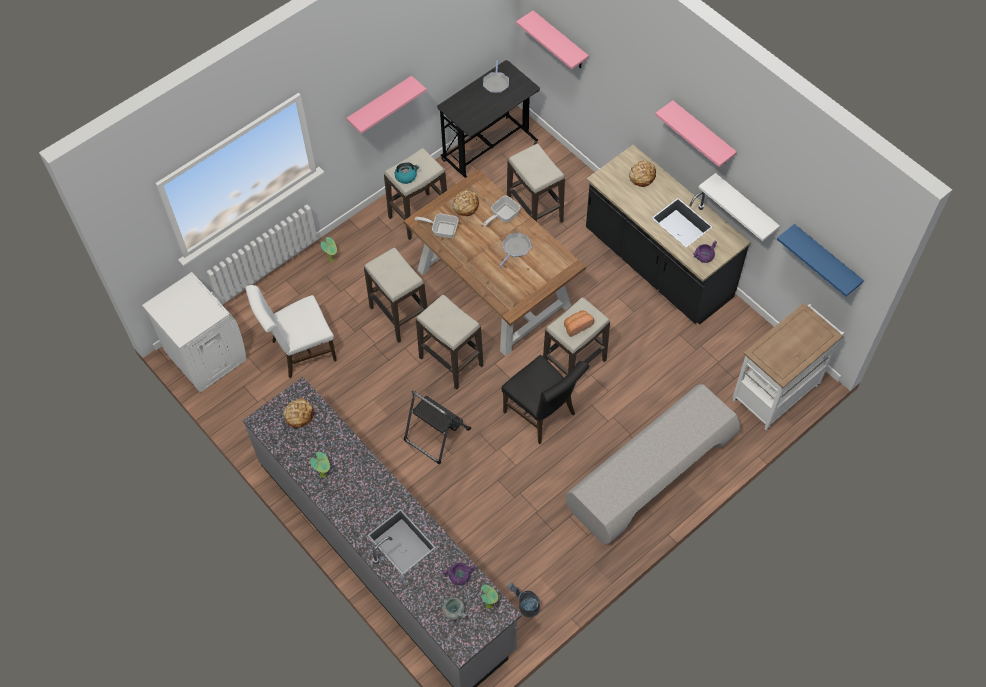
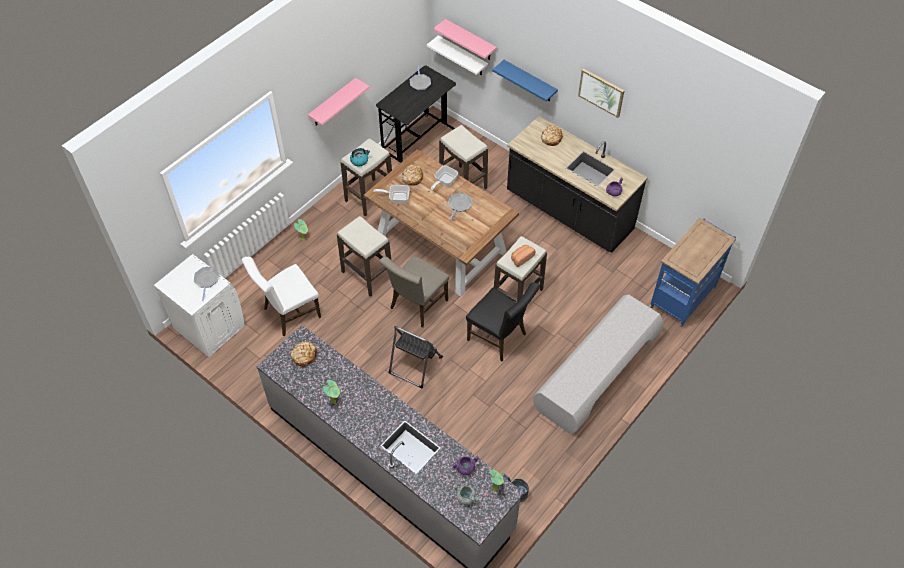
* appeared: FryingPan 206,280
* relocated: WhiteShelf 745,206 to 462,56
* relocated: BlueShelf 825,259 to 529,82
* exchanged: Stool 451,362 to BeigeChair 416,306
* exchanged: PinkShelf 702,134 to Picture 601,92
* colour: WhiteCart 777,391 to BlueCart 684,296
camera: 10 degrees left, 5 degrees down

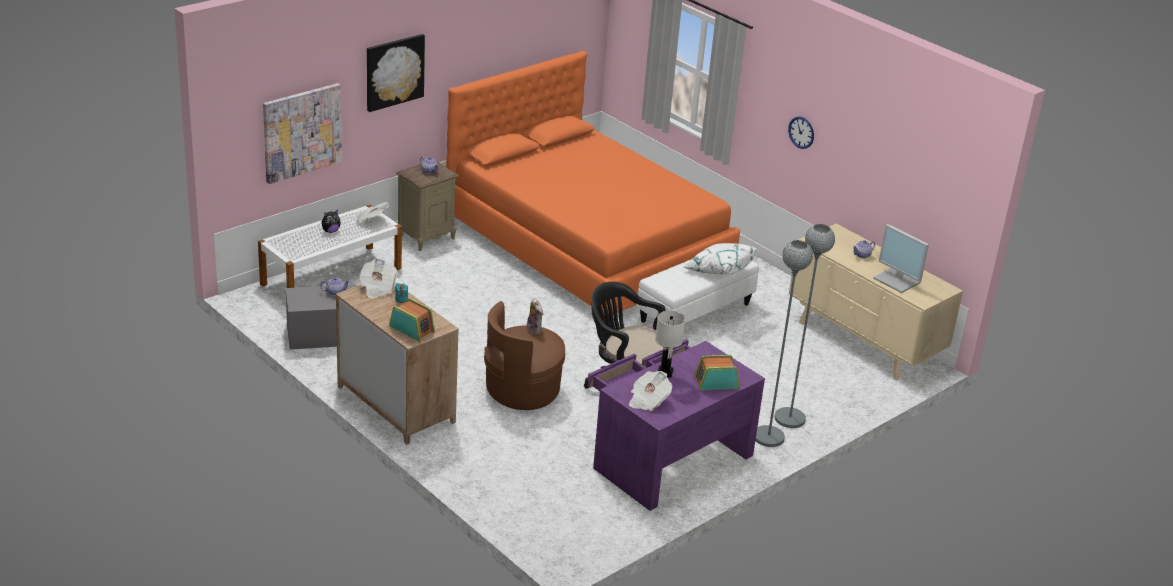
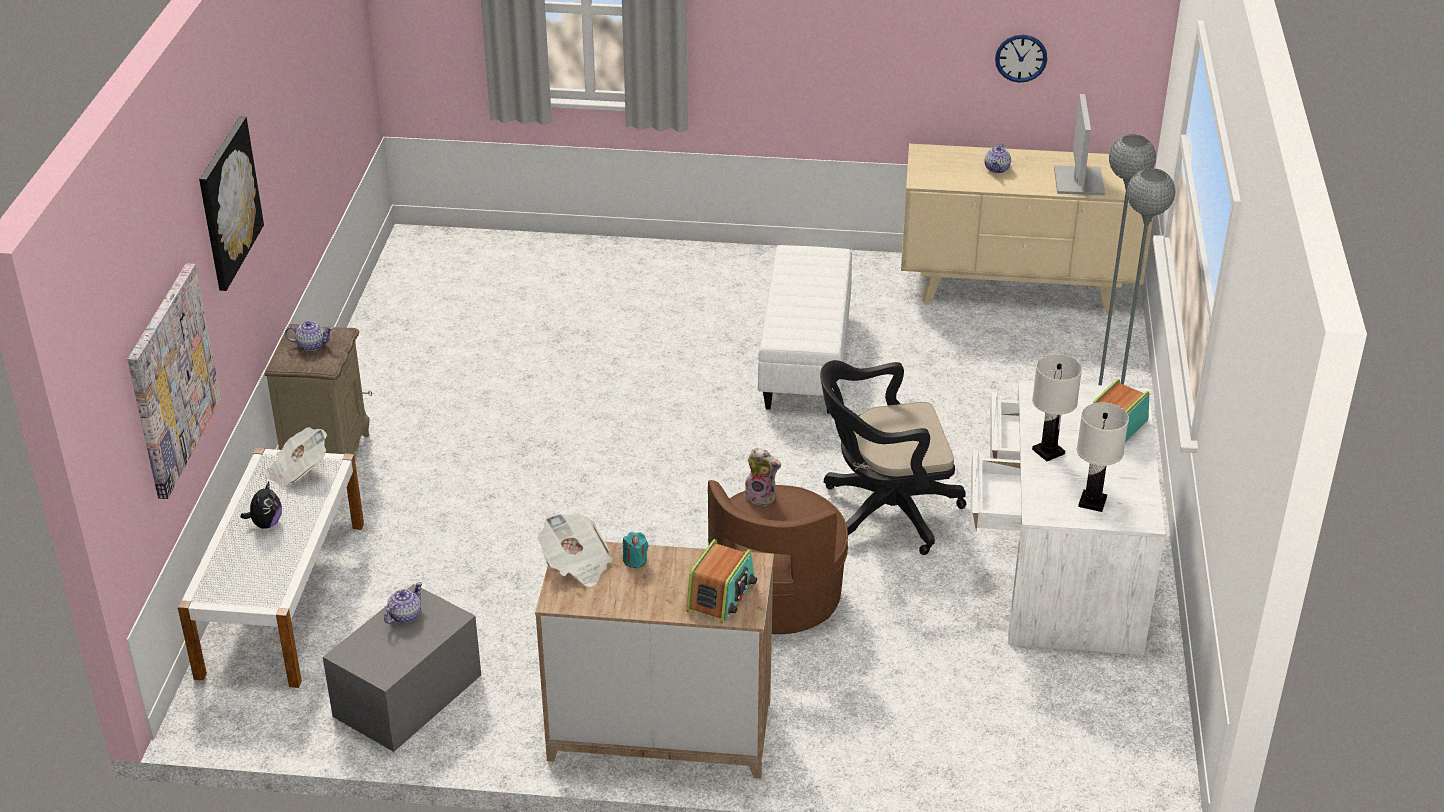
* missing: OrangeBed 586,245
* missing: WhitePillow 719,270
* relocated: WallClock 801,132 to 1021,58
* exchanged: Newspaper 648,400 to WhiteTableLamp 1092,502
* colour: PurpleDesk 666,458 to WhiteDesk 1057,572
* spun: Radio 412,329 = 721,595 120 degrees clockwise
* spun: Monitor 897,280 = 1077,180 90 degrees counterclockwise
camera: 40 degrees left, 5 degrees up

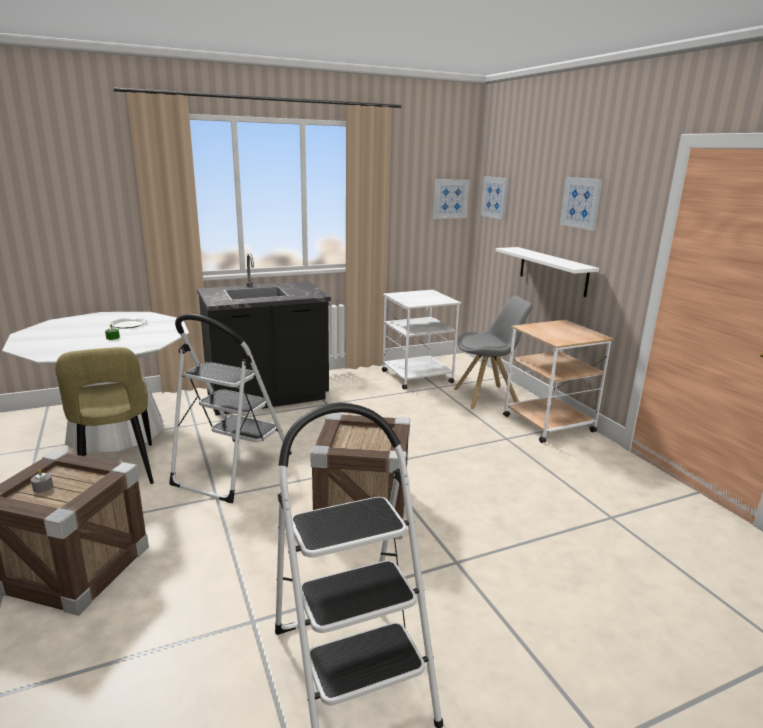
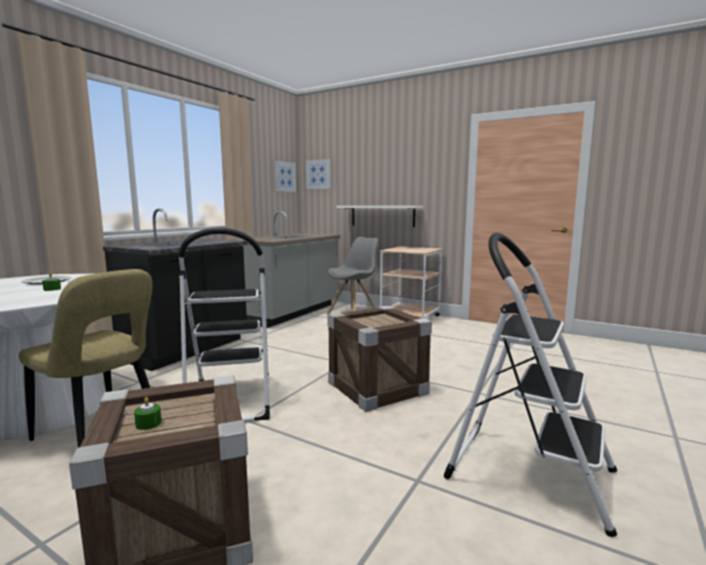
* missing: Picture 581,203
* exchanged: WhiteCart 418,376 to GreyCounter 291,313
* colour: GreyCandle 43,487 to GreenCandle 148,423
camera: 35 degrees left, 10 degrees down

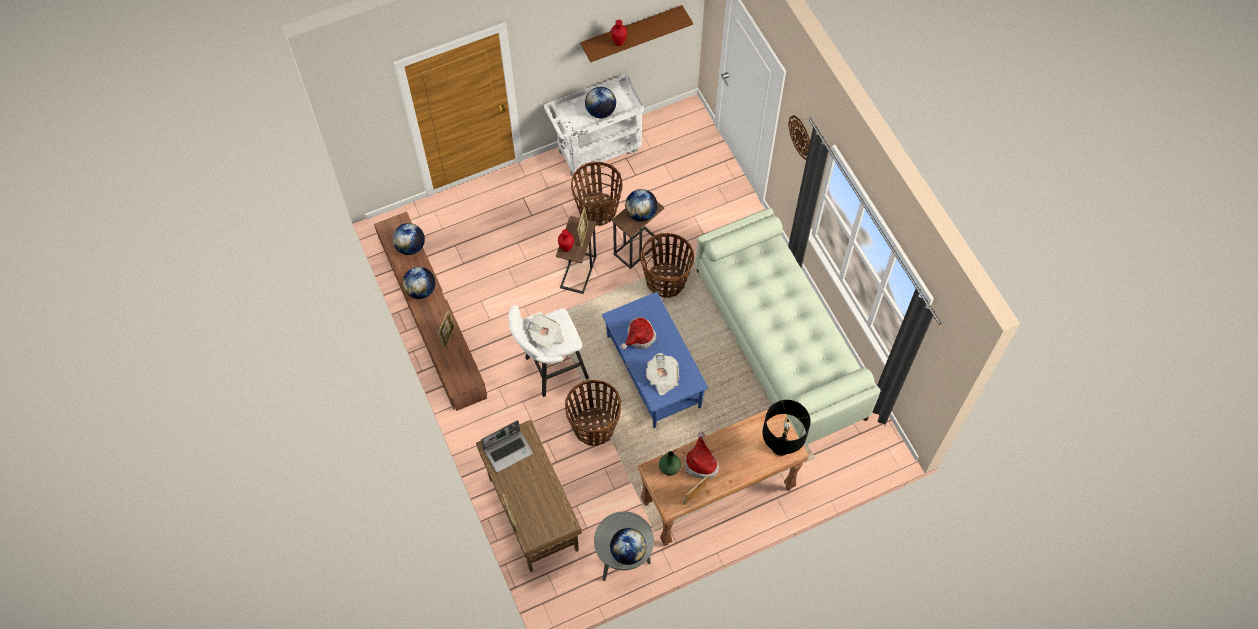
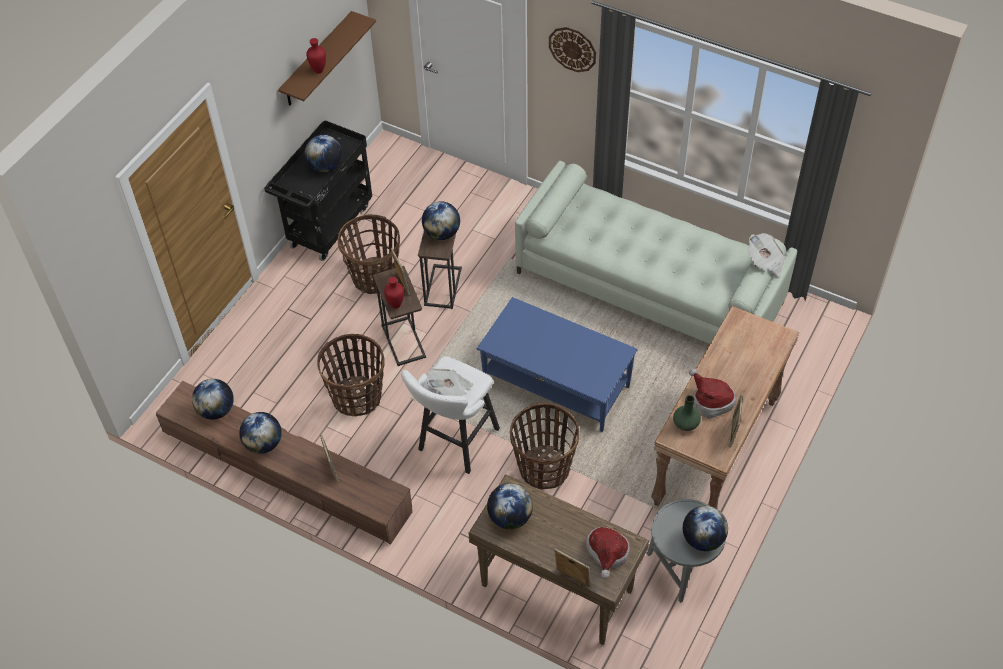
* missing: BlackTableLamp 780,447
* relocated: Hat 639,337 to 607,554
* relocated: Basket 666,281 to 357,397
* relocated: Newspaper 662,378 to 765,262
* exchanged: Laptop 508,451 to Globe 510,517
* colour: WhiteCart 595,153 to BlackCart 328,230
camera: 35 degrees left, 10 degrees down

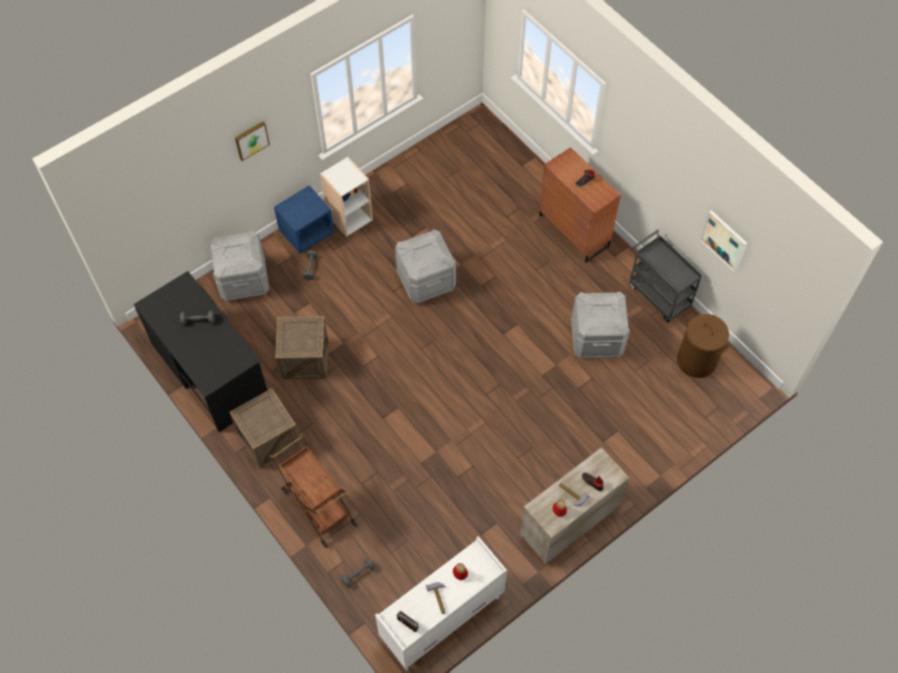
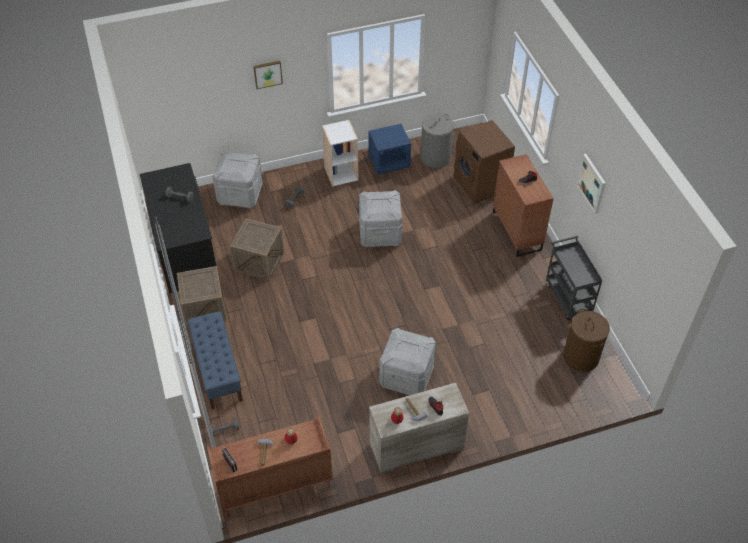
* appeared: GreyLaundryBasket 435,157
* appeared: BrownWashingMachine 479,183
* relocated: BlueNightstand 307,232 to 389,162
* relocated: GreyStorageBox 597,338 to 407,376
* relocated: Picture 724,240 to 591,183
* exchanged: BrownCart 318,507 to BlueBench 218,370
* colour: WhiteCabinet 441,620 to BrownCabinet 274,488
camera: 20 degrees right, 10 degrees down

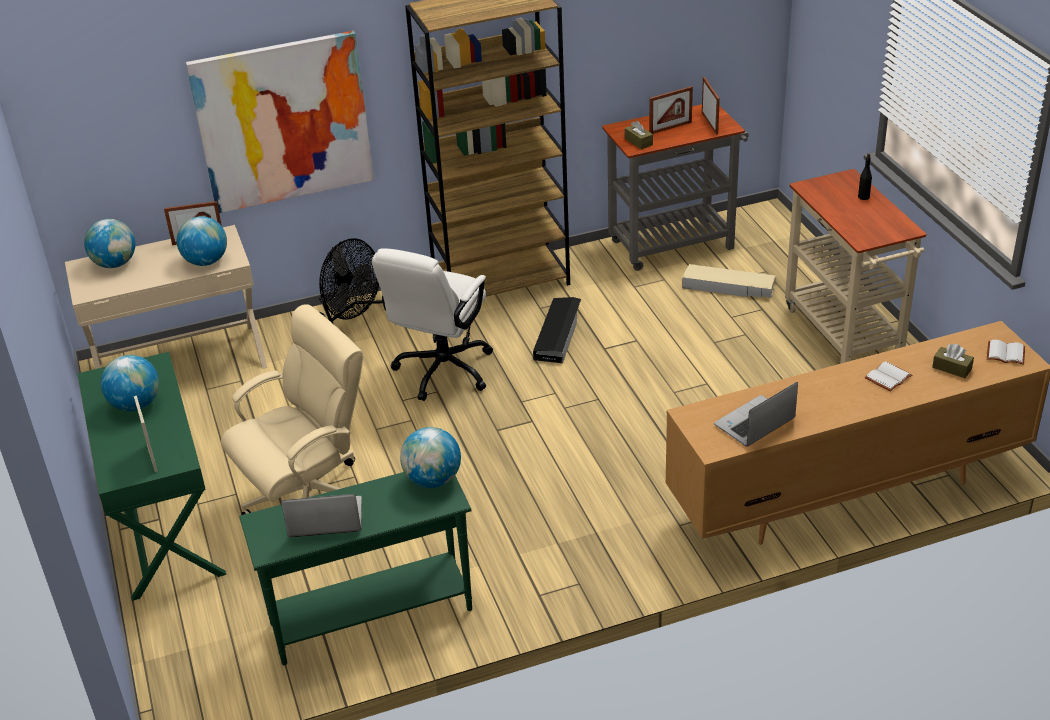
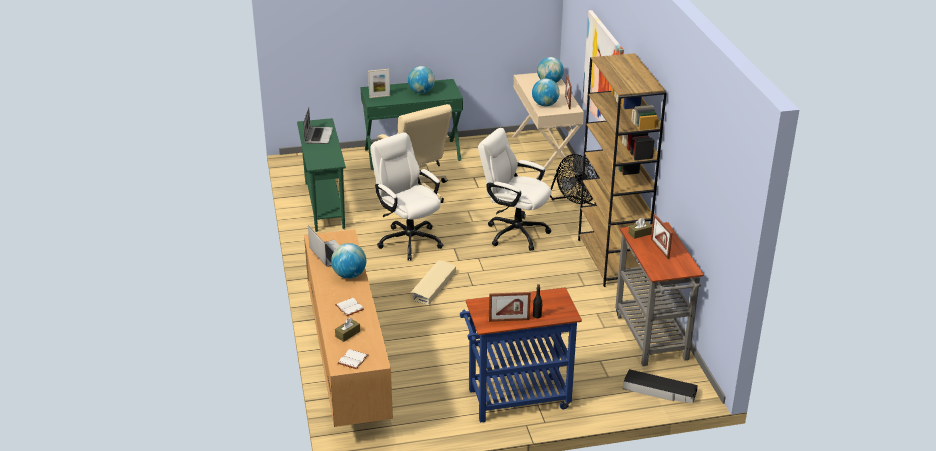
* appeared: WhiteOfficeChair 408,240
* relocated: Globe 433,480 to 349,275
* relocated: BlackStorageBox 558,334 to 659,391
* relocated: BeigeStorageBox 729,286 to 433,286
* relocated: PictureFrame 709,123 to 509,320
* colour: BeigeCart 844,334 to BlueCart 517,399
camera: 95 degrees right, 5 degrees down

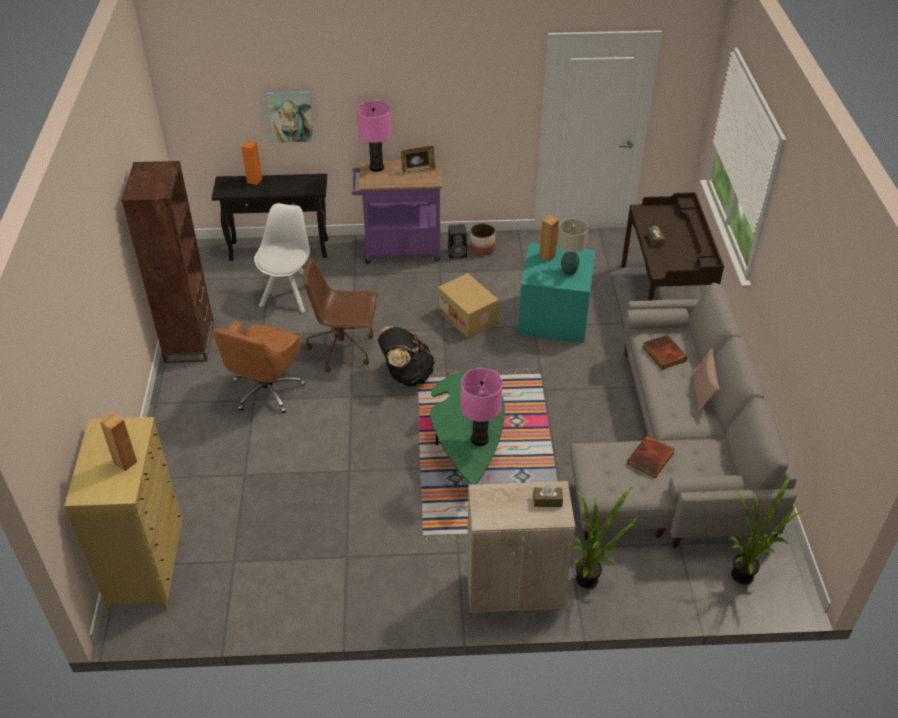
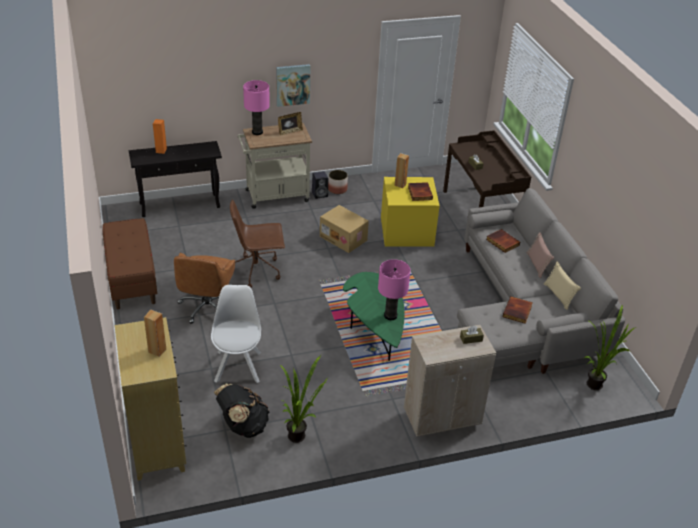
* appeared: BeigePillow 559,296
* relocated: WhiteChair 289,294 to 238,366
* relocated: Picture 290,116 to 293,84
* relocated: BlackBackpack 406,375 to 243,426
* relocated: PottedPlant 592,580 to 300,436
* exchanged: BrownBookcase 190,341 to BrownBench 131,279
* exchanged: TableLamp 568,271 to Book 419,193
* colour: PurpleCart 399,250 to BeigeCart 275,196
* colour: TurquoiseStorageBox 553,316 to YellowStorageBox 406,231
camera: 15 degrees left, 5 degrees down

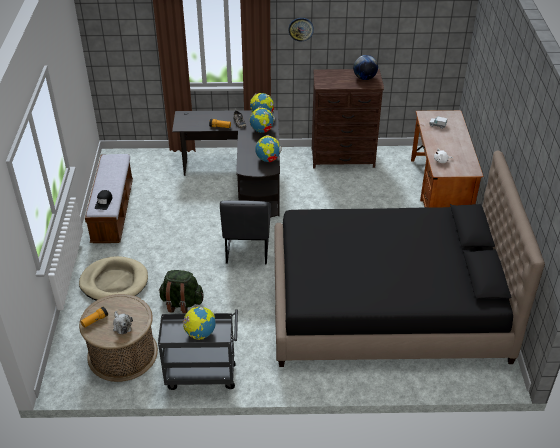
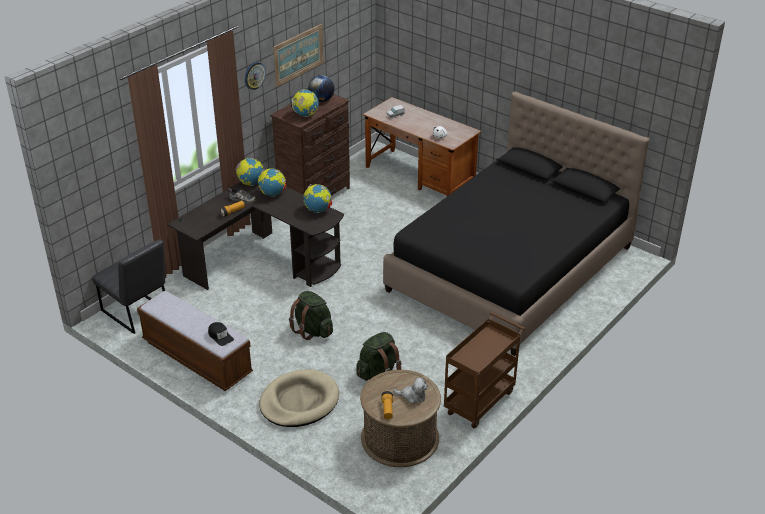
* appeared: Picture 298,54
* appeared: GreenBackpack 312,330
* relocated: Globe 200,333 to 305,115
* relocated: GreyChair 247,248 to 136,312
* colour: GreyCart 203,377 to BrownCart 481,402
camera: 50 degrees left, 5 degrees down

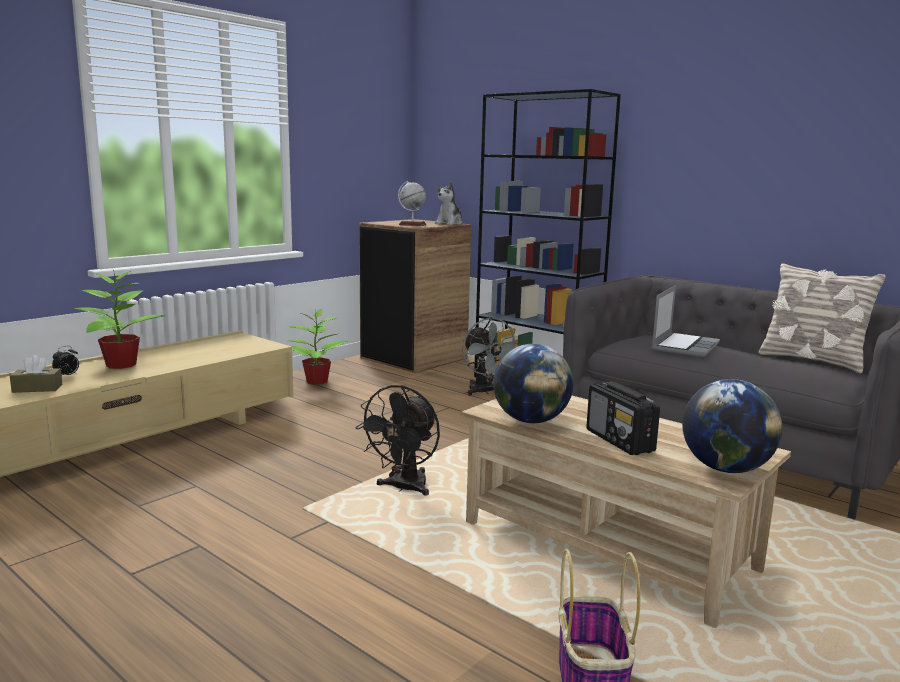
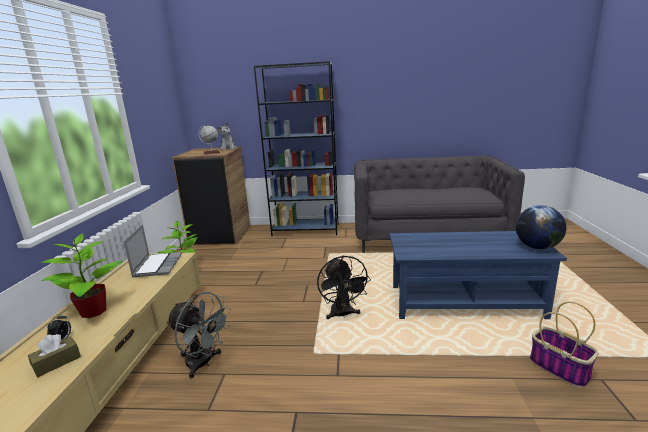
* missing: Globe 530,420
* missing: Radio 620,441
* missing: BeigePillow 812,361
* relocated: GreyFan 484,392 to 203,363
* relocated: Laptop 684,346 to 157,265
* colour: BeigeCoffeeTable 607,546 to BlueCoffeeTable 464,301
camera: 35 degrees left, 5 degrees up

